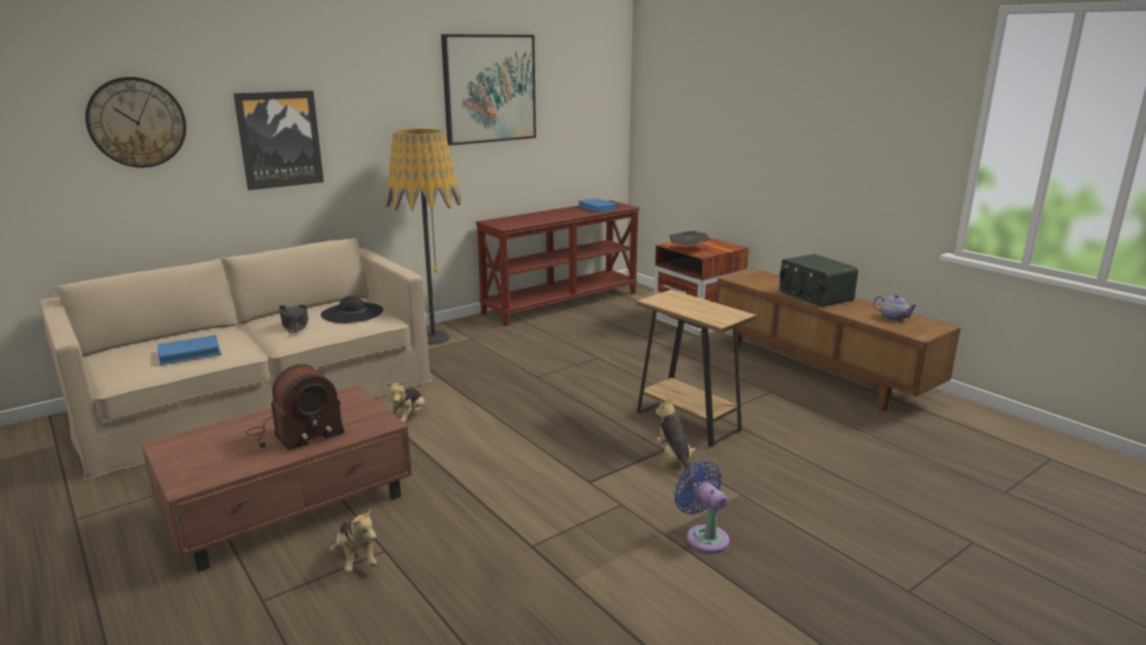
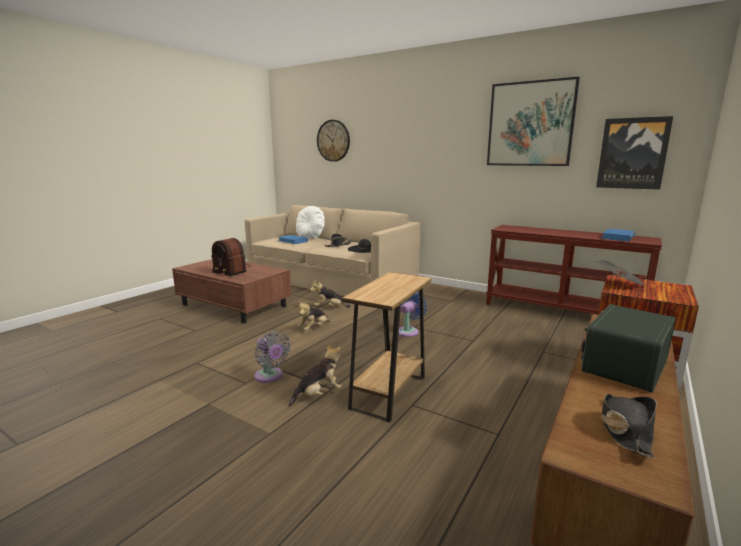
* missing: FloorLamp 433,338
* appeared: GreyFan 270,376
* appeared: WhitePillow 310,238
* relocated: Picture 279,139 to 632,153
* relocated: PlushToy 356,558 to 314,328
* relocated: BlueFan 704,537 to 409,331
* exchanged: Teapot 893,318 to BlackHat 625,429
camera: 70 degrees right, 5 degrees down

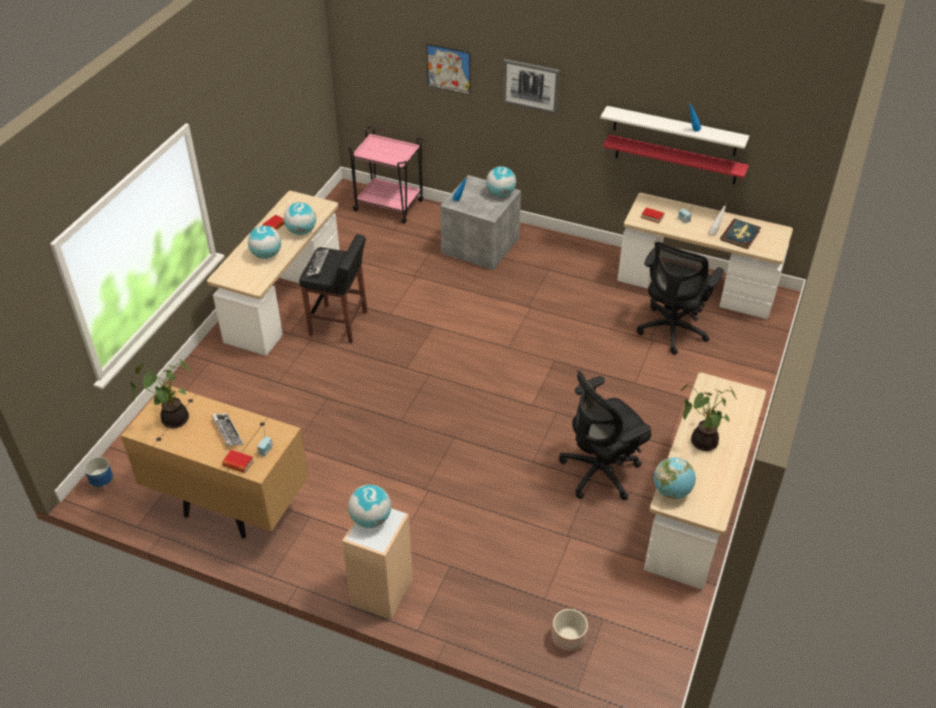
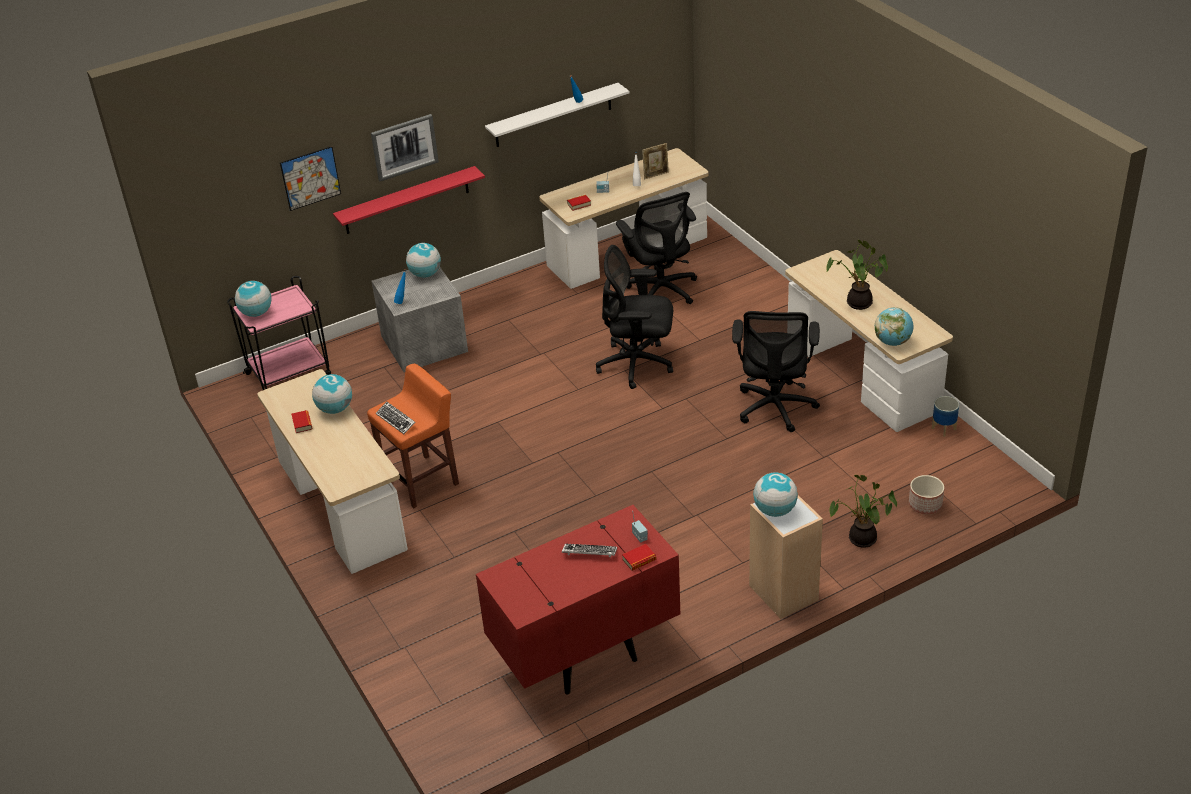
* appeared: BlackOfficeChair 640,363
* relocated: Planter 103,486 to 943,429
* relocated: PottedPlant 173,419 to 860,540
* relocated: Globe 266,255 to 256,313
* relocated: RedShelf 676,160 to 406,200
* exchanged: Book 740,235 to PictureFrame 656,175
* colour: BeigeDresser 228,506 to RedDresser 584,656
* colour: BlackStool 339,324 to OrangeStool 422,481
camera: 50 degrees left, 5 degrees down

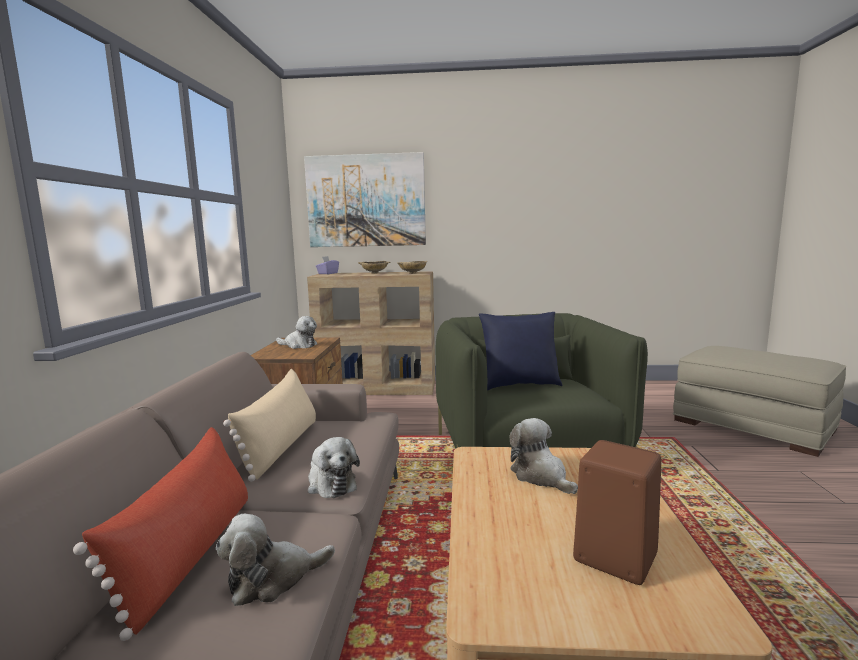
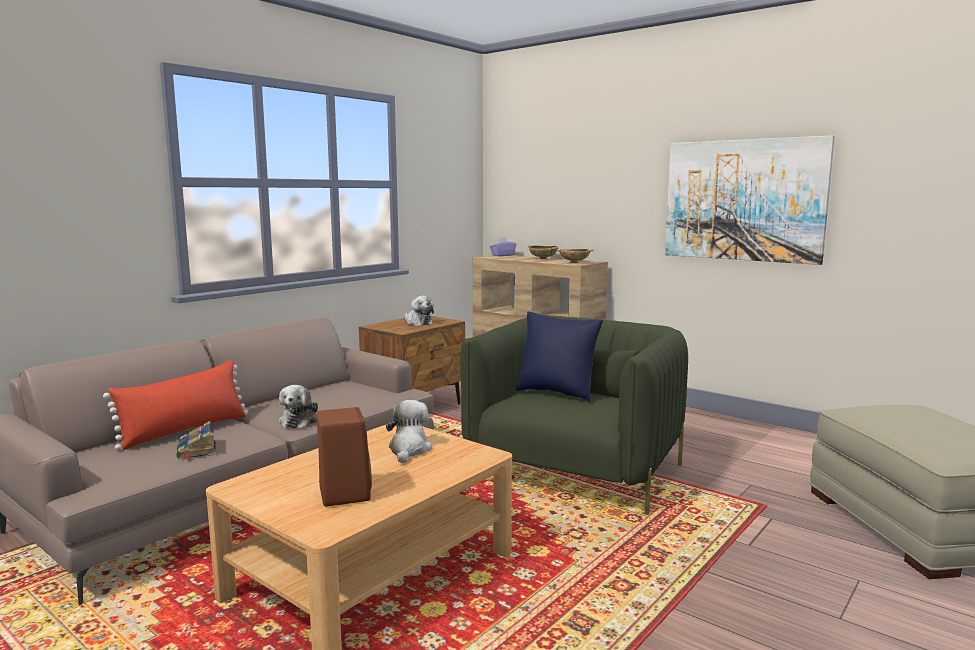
* missing: BeigePillow 281,447
* relocated: Picture 366,201 to 743,200
* exchanged: PlushToy 273,579 to Book 197,450
camera: 35 degrees right, 0 degrees up

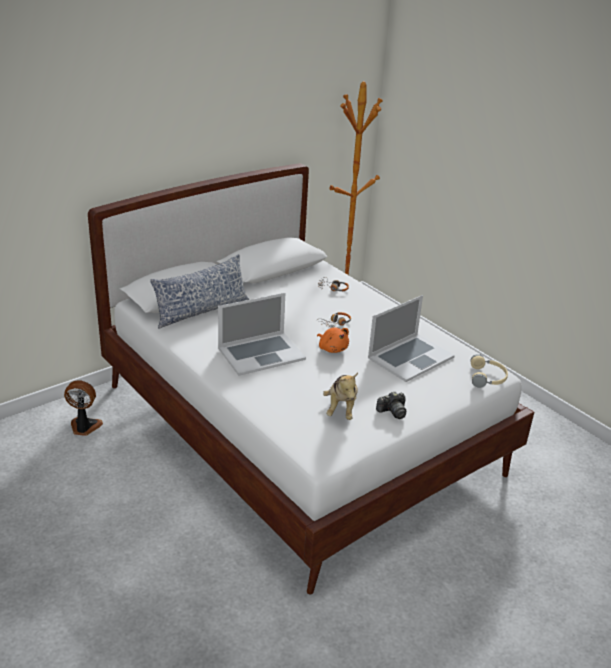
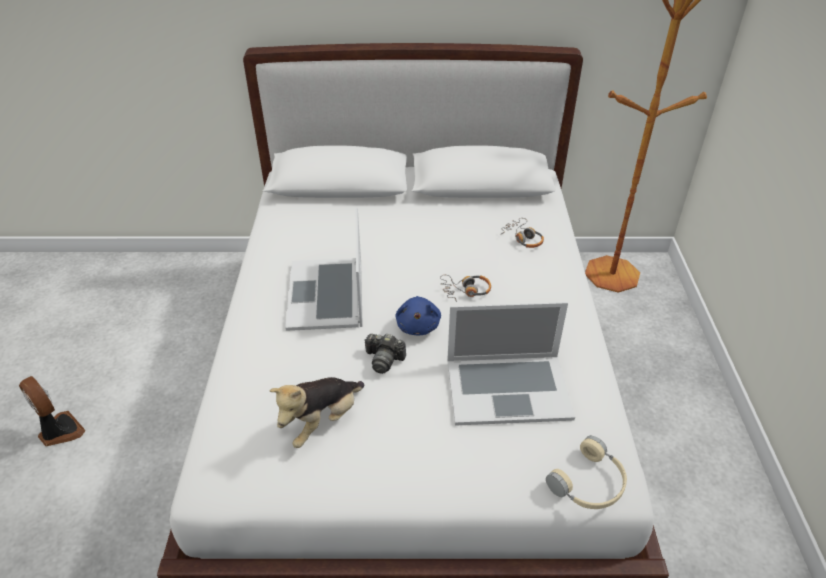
* missing: Pillow 201,311
* relocated: Fan 84,427 to 59,431
* relocated: PhotoCamera 392,412 to 384,359
* colour: OrangePlushToy 332,348 to BluePlushToy 418,325
* spun: Laptop 261,353 = 327,294 75 degrees clockwise
camera: 40 degrees right, 10 degrees up

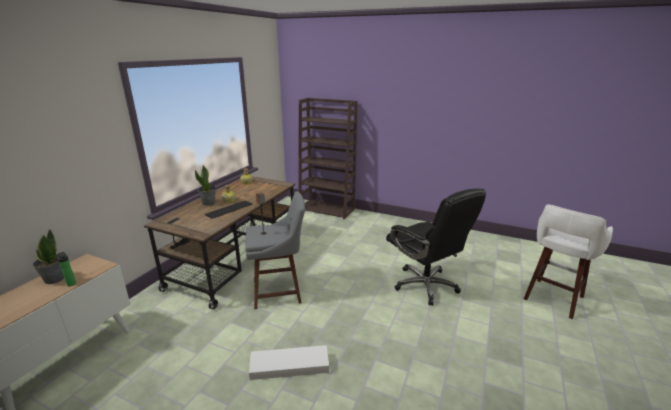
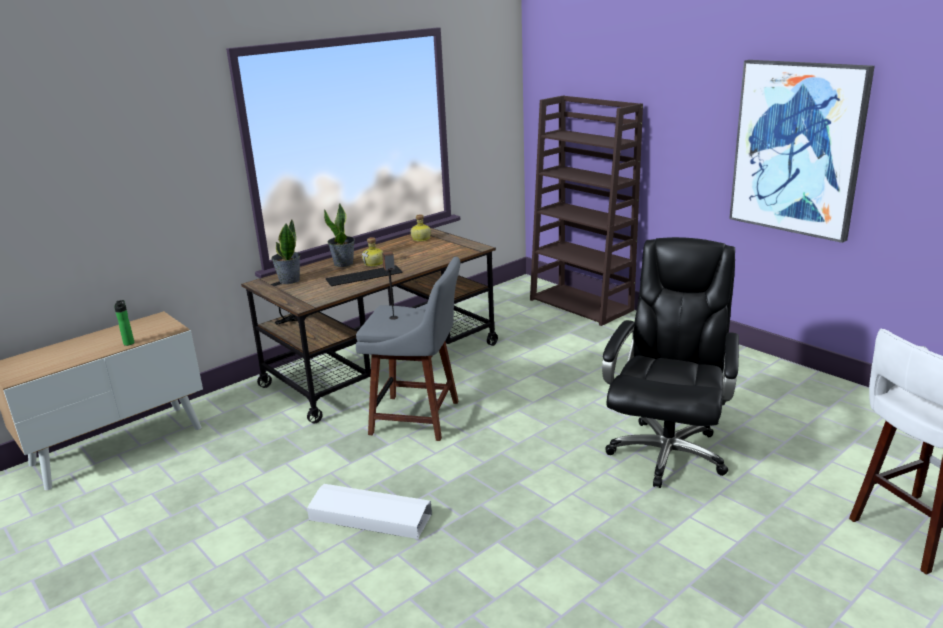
* appeared: Picture 797,148
* relocated: PottedPlant 54,279 to 289,280
* spun: BlackOfficeChair 424,284 = 667,455 150 degrees counterclockwise
camera: 25 degrees right, 0 degrees up

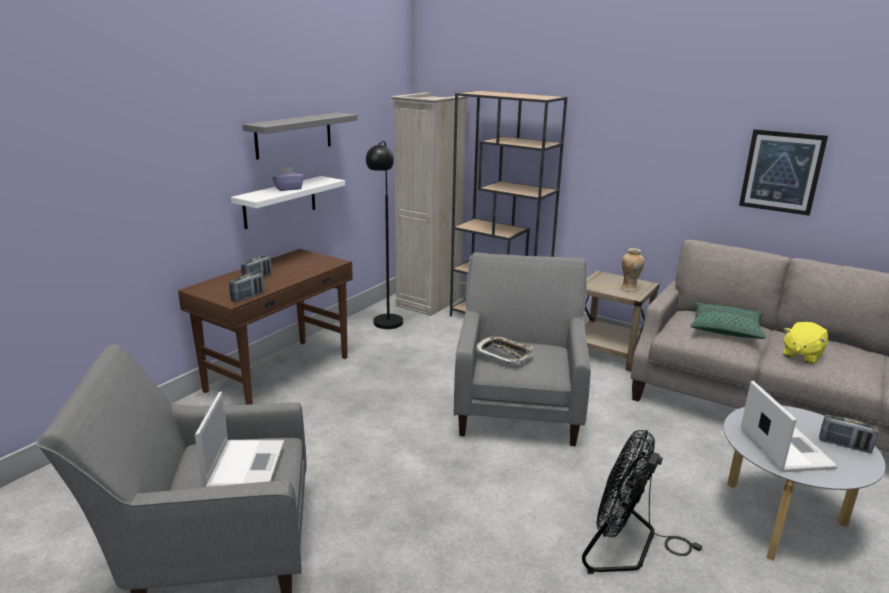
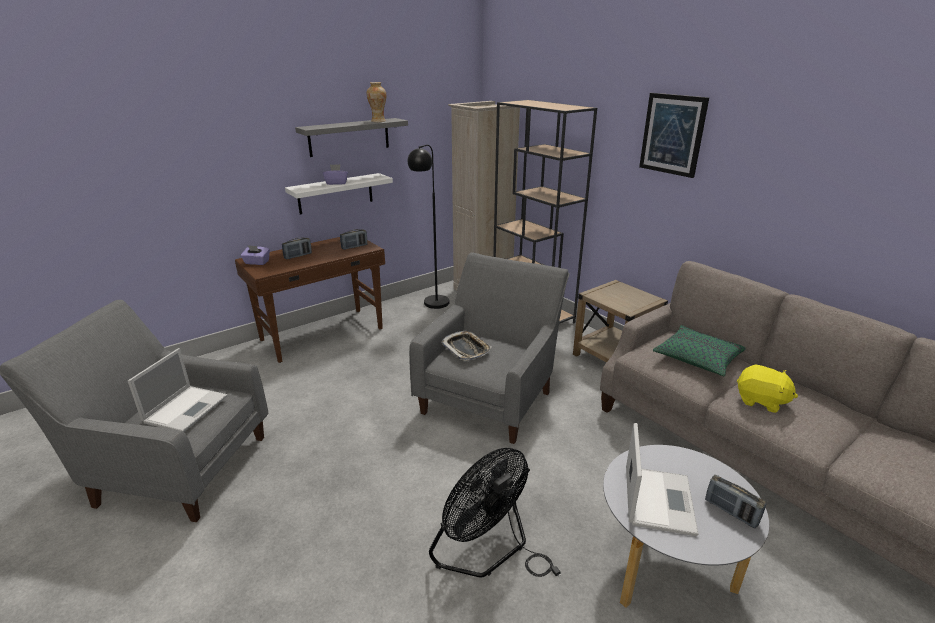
* appeared: PurpleTissueBox 257,262
* relocated: Radio 247,297 to 354,247
* relocated: Vase 629,289 to 378,121
* relocated: Picture 781,171 to 672,134
* spun: YellowPlushToy 801,355 = 760,401 120 degrees counterclockwise
camera: 20 degrees right, 5 degrees up

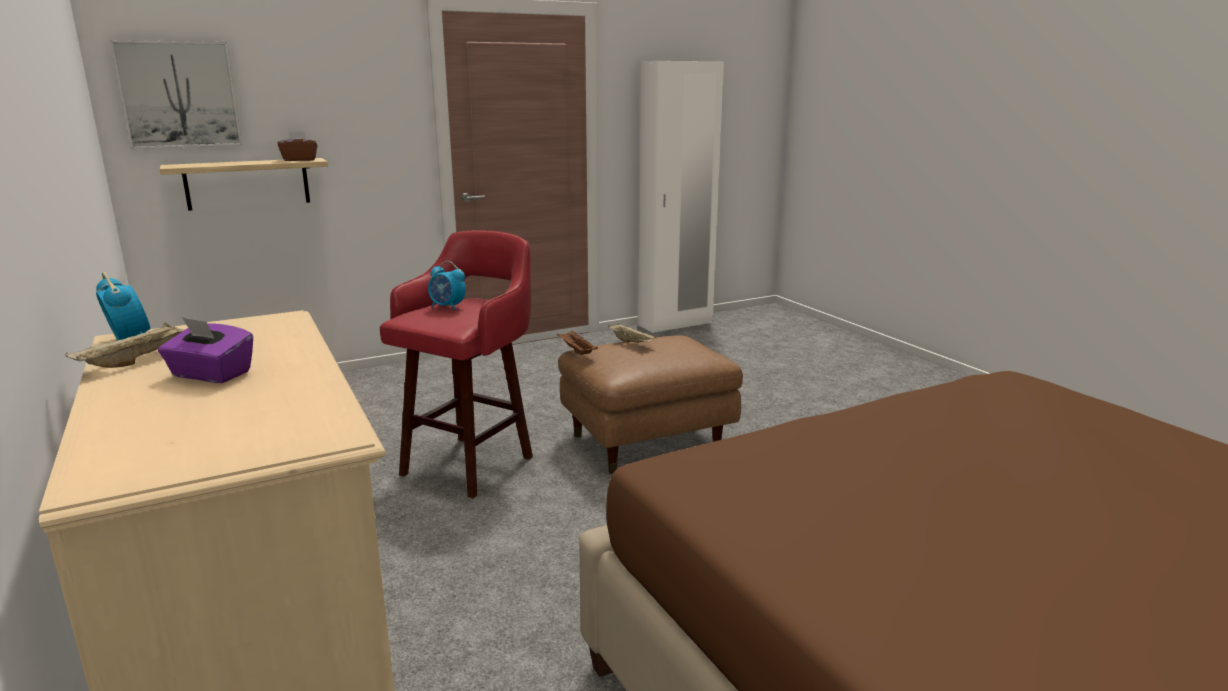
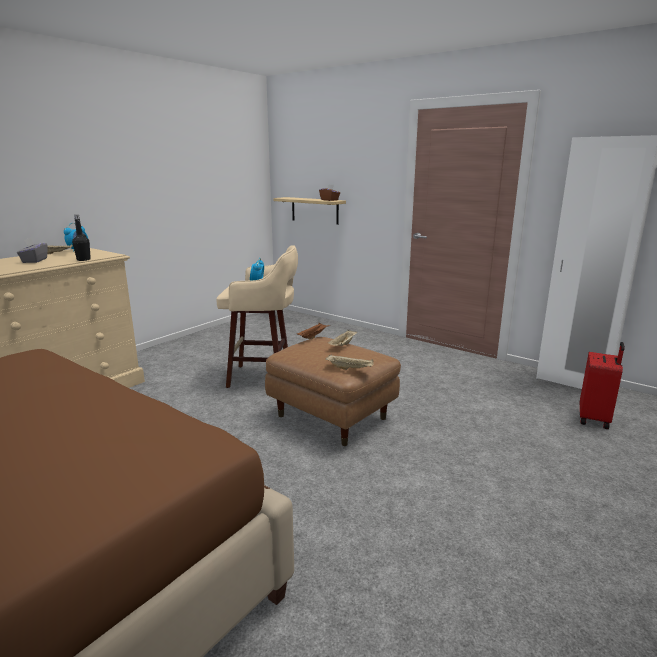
* missing: Picture 179,95
* appeared: BlackBottle 83,259
* appeared: BeigeTray 350,368
* appeared: RedSuitcase 595,419
* colour: PurpleTissueBox 211,375 to GreyTissueBox 34,260
* colour: RedStool 472,464 to BeigeStool 263,377
camera: 65 degrees right, 0 degrees up

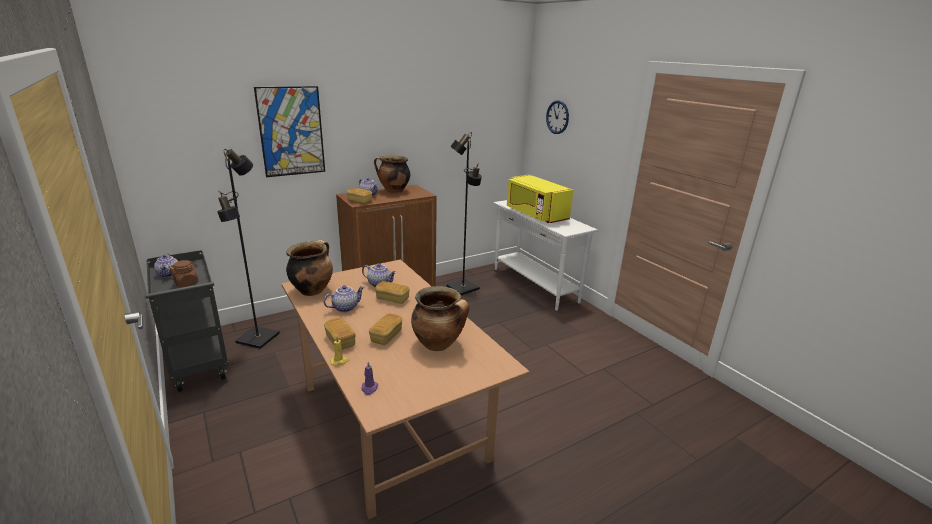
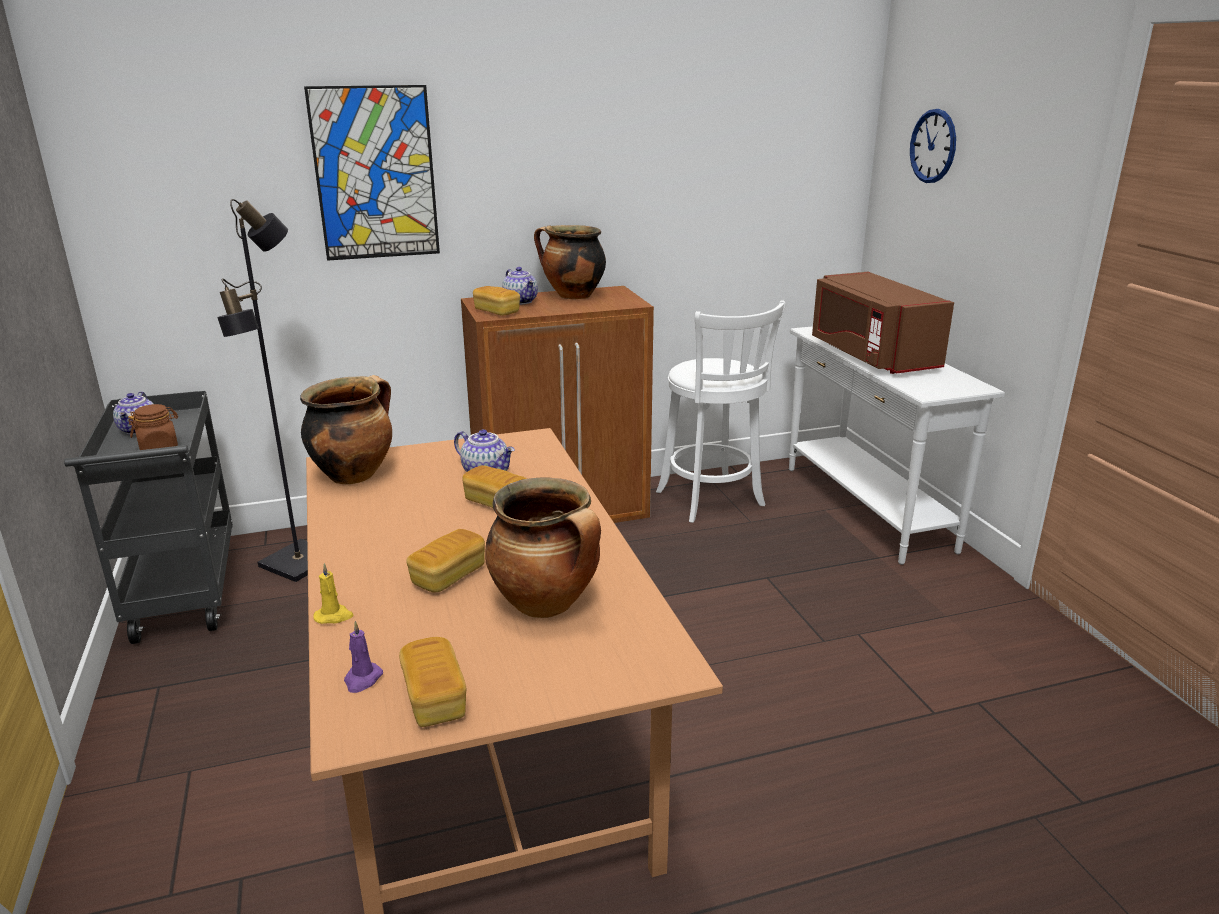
* missing: Teapot 345,307
* relocated: Bread 340,341 to 434,699
* exchanged: BlackFloorLamp 463,287 to WhiteStool 712,501
* colour: YellowMicrowave 535,214 to BrownMicrowave 871,355
camera: 15 degrees right, 0 degrees up

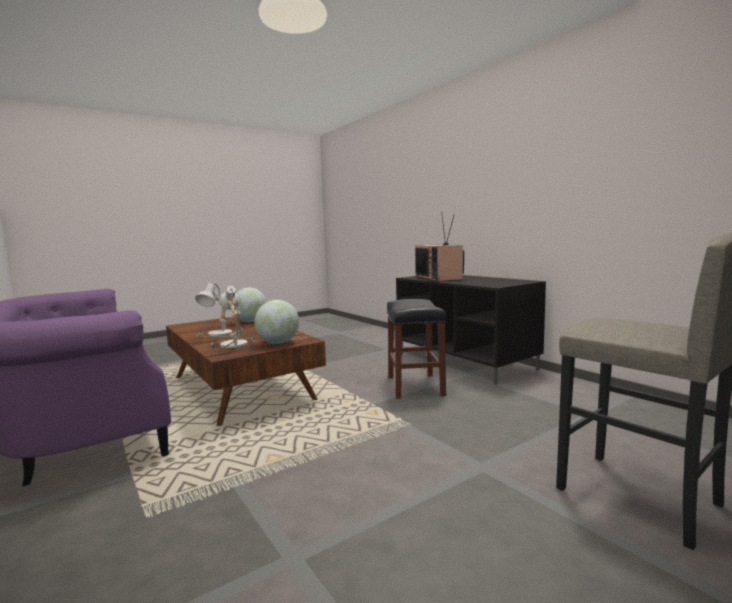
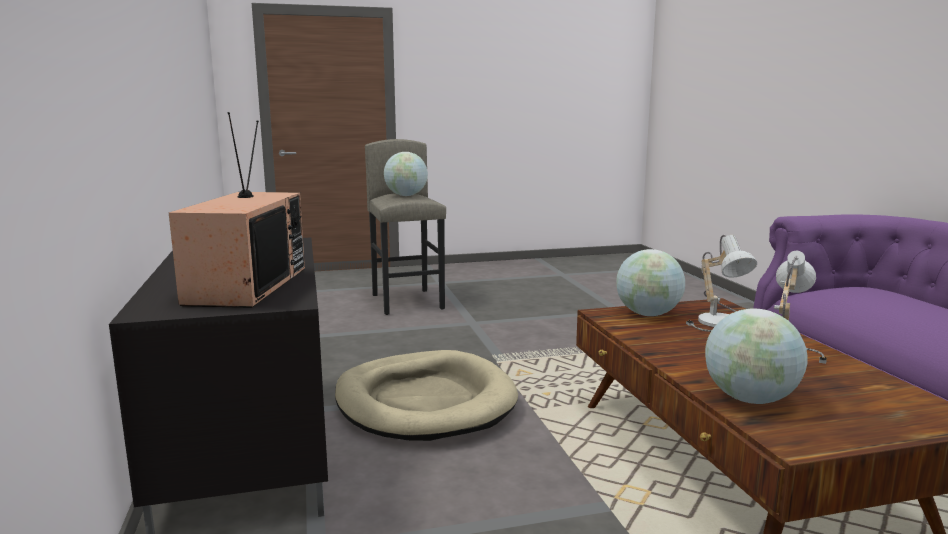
* appeared: Globe 406,195
* exchanged: BlackStool 416,386 to BeigeDogBed 424,402
camera: 160 degrees left, 5 degrees up

